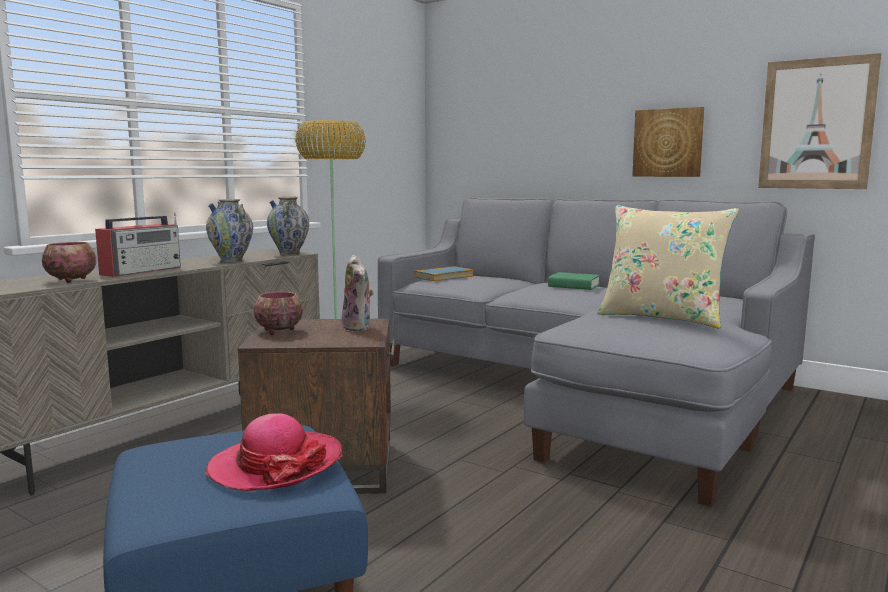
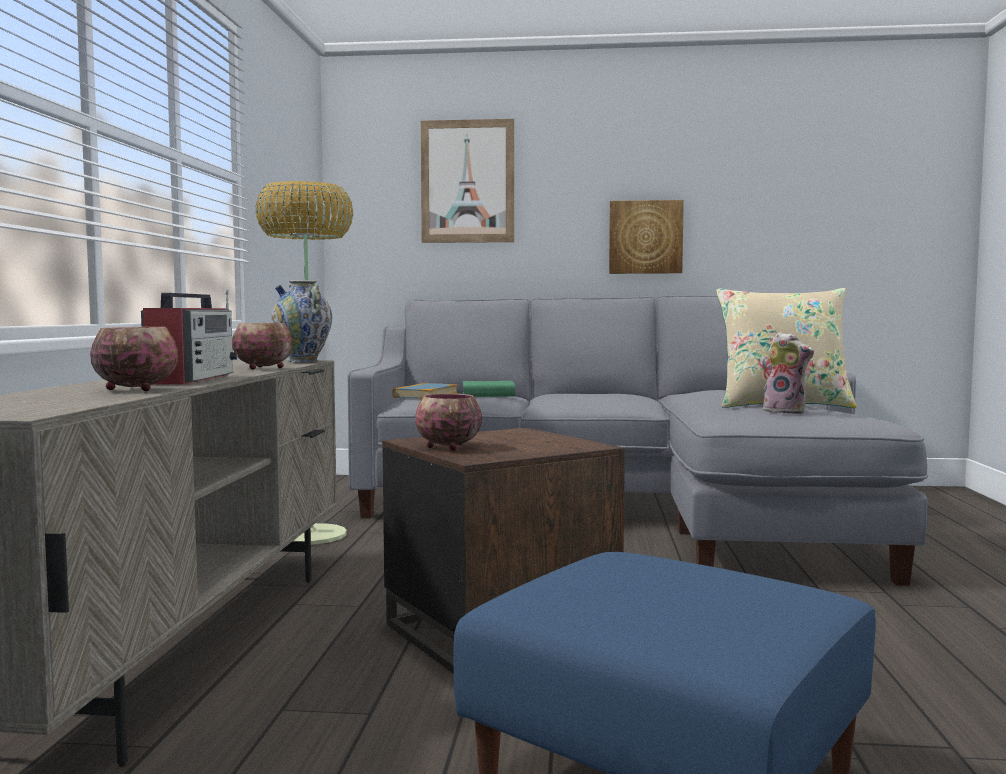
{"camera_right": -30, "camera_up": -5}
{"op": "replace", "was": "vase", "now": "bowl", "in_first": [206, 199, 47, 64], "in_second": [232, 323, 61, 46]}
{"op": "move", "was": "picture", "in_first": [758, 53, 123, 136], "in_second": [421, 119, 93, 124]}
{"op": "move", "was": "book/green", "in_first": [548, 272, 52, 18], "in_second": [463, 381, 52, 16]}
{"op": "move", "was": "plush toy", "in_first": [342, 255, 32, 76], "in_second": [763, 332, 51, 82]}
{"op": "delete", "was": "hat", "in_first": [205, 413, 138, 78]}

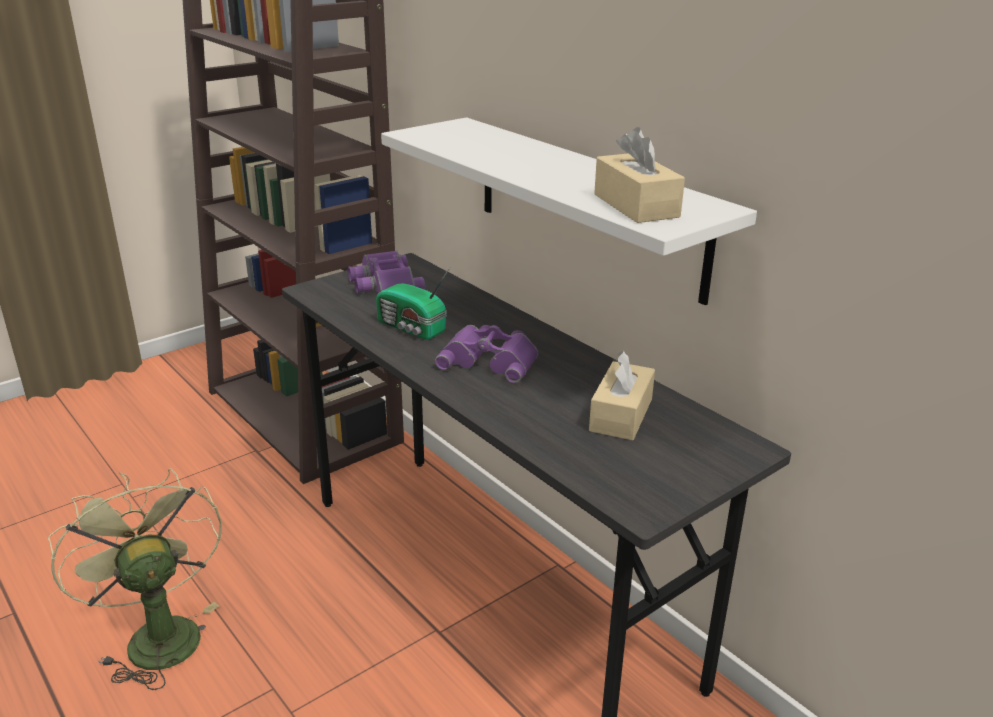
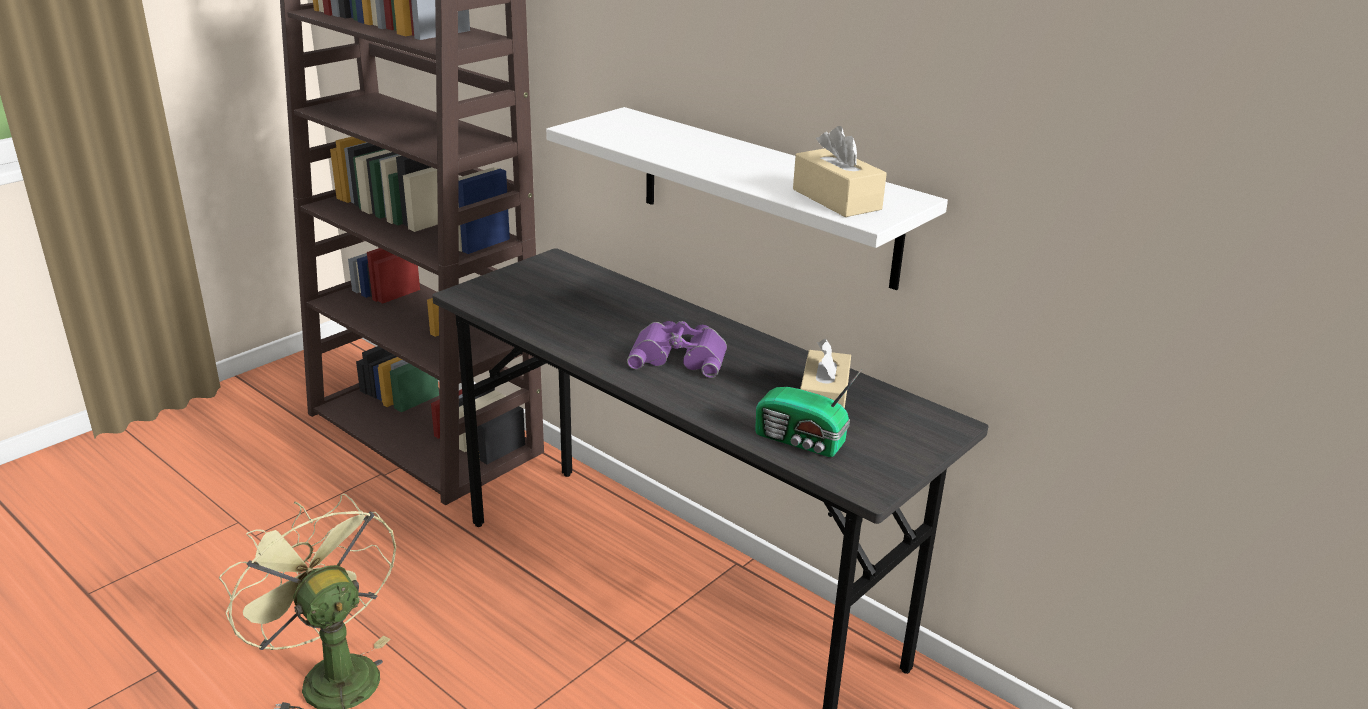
{"camera_right": -10, "camera_up": 0}
{"op": "move", "was": "radio", "in_first": [376, 268, 74, 72], "in_second": [755, 369, 107, 88]}
{"op": "delete", "was": "binoculars/purple", "in_first": [348, 251, 77, 42]}

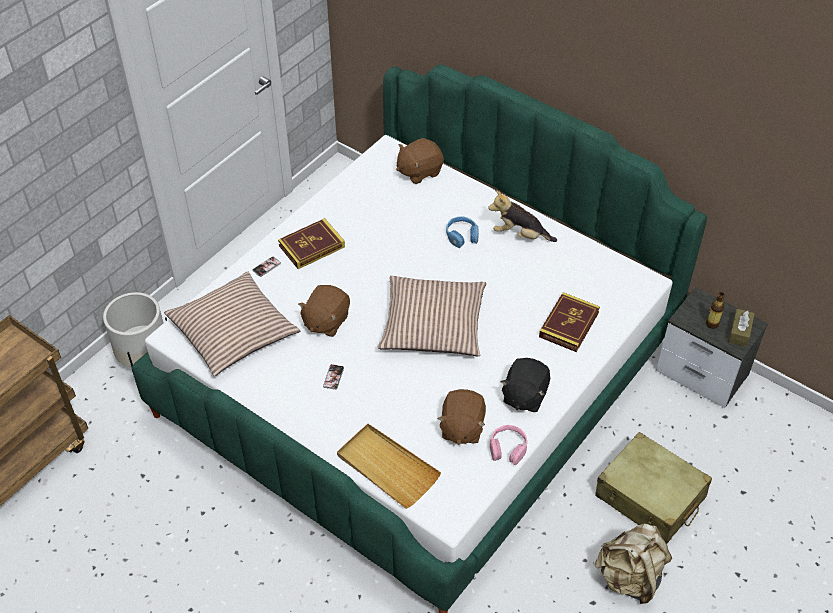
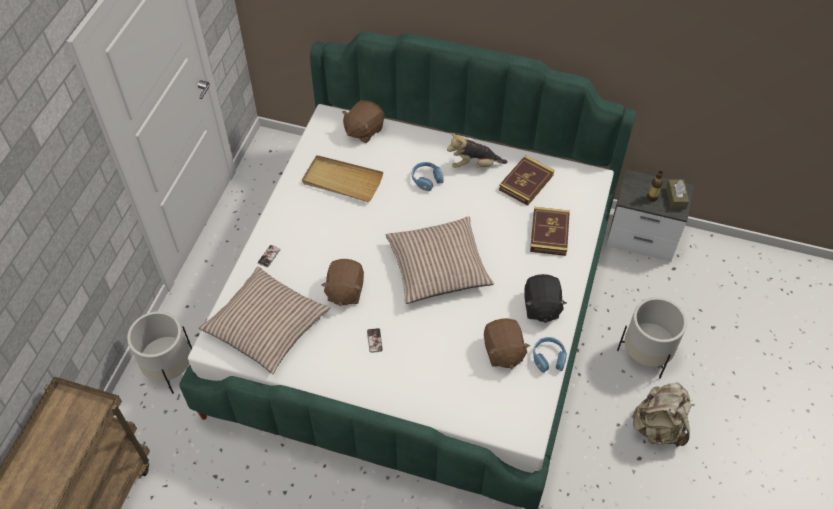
{"camera_right": -20, "camera_up": 5}
{"op": "move", "was": "tray/beige", "in_first": [337, 424, 104, 85], "in_second": [302, 155, 81, 47]}
{"op": "move", "was": "book", "in_first": [278, 218, 67, 51], "in_second": [499, 155, 55, 51]}
{"op": "recolor", "was": "headphones/pink", "now": "headphones/blue", "in_first": [490, 425, 37, 40], "in_second": [533, 337, 34, 36]}
{"op": "replace", "was": "suitcase/beige", "now": "planter/white", "in_first": [595, 432, 117, 112], "in_second": [617, 297, 70, 82]}

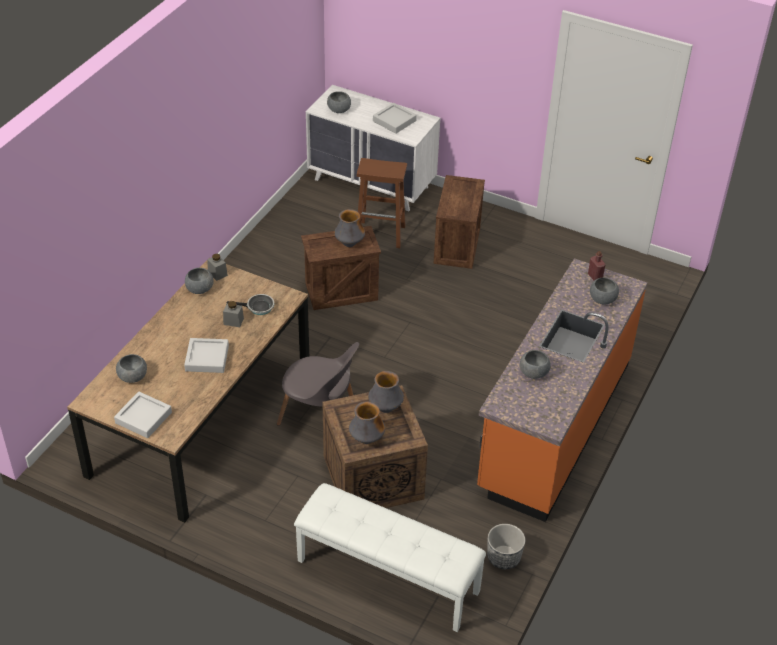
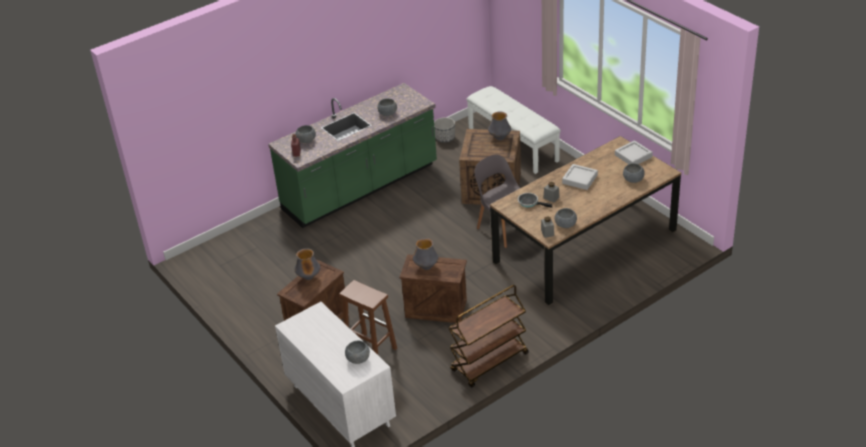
{"camera_right": -150, "camera_up": -5}
{"op": "recolor", "was": "counter/orange", "now": "counter/green", "in_first": [477, 258, 170, 264], "in_second": [268, 83, 169, 145]}
{"op": "move", "was": "vase", "in_first": [368, 371, 36, 42], "in_second": [294, 248, 26, 32]}
{"op": "insert", "now": "cart/brown", "in_second": [448, 285, 81, 103]}
{"op": "delete", "was": "tray/grey", "in_first": [373, 103, 44, 31]}

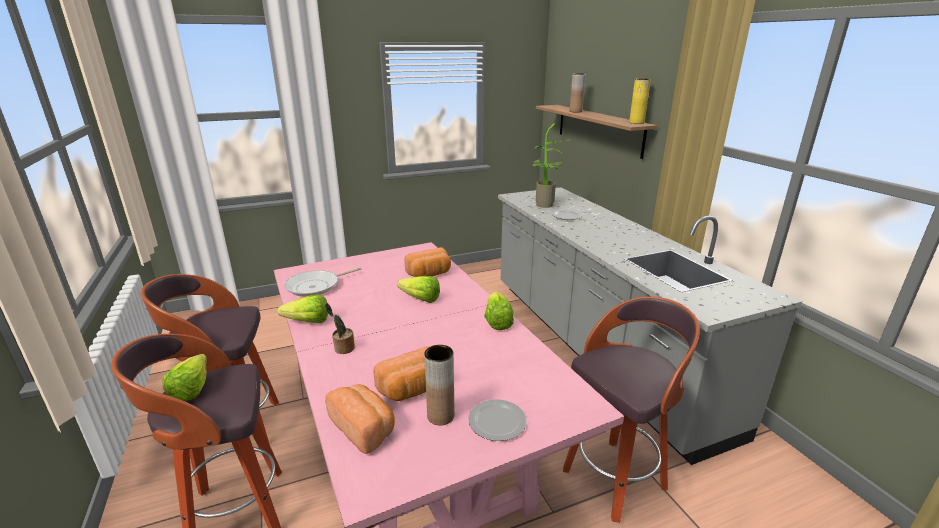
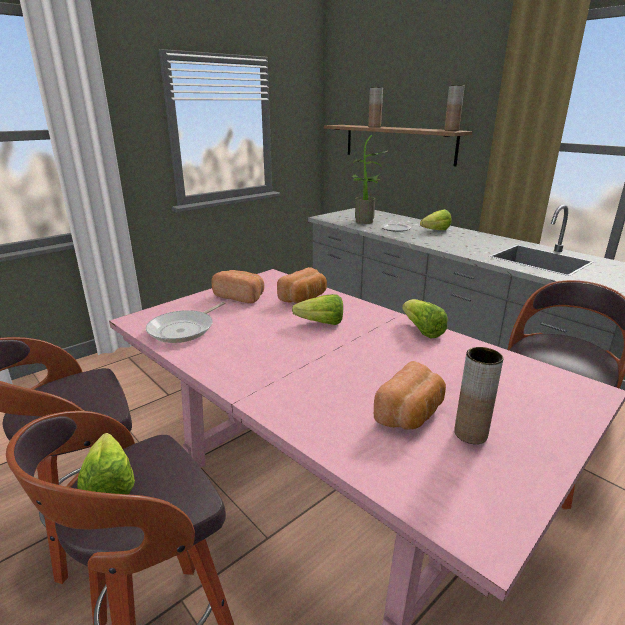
{"camera_right": -20, "camera_up": 0}
{"op": "move", "was": "bread", "in_first": [325, 384, 70, 70], "in_second": [211, 270, 53, 33]}
{"op": "move", "was": "lettuce", "in_first": [278, 295, 50, 28], "in_second": [420, 209, 32, 21]}
{"op": "recolor", "was": "vase/yellow", "now": "vase/brown", "in_first": [629, 79, 22, 45], "in_second": [444, 85, 21, 46]}
{"op": "delete", "was": "potted plant", "in_first": [325, 303, 30, 51]}
{"op": "delete", "was": "plate", "in_first": [468, 399, 59, 42]}

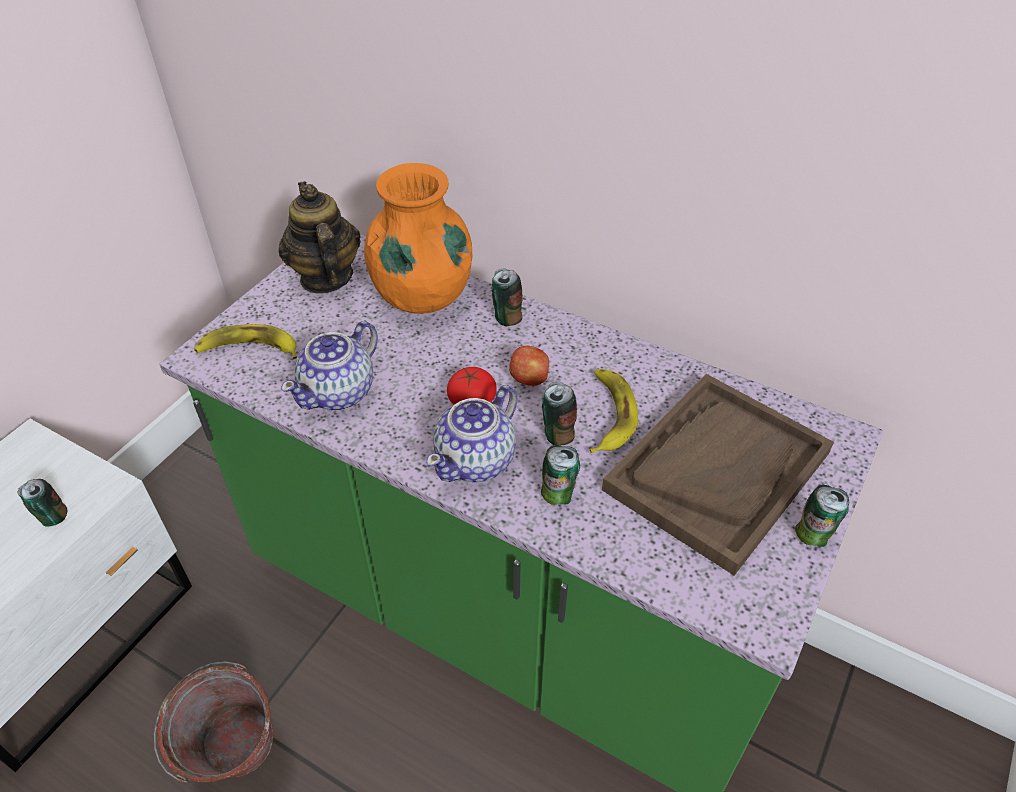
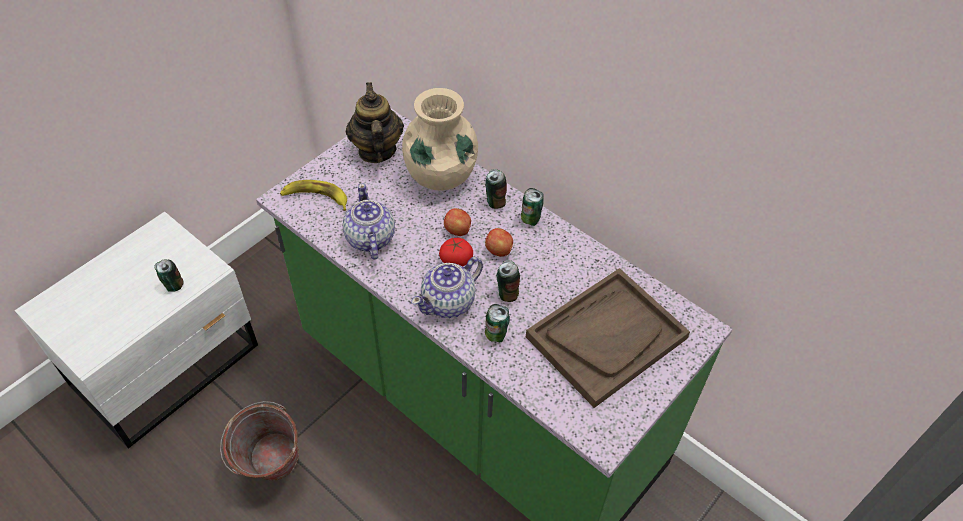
{"camera_right": 10, "camera_up": 5}
{"op": "rotate", "was": "teapot", "in_first": [281, 321, 97, 89], "in_second": [343, 183, 52, 77], "clockwise": 120}
{"op": "recolor", "was": "vase/orange", "now": "vase/beige", "in_first": [364, 163, 108, 151], "in_second": [402, 88, 76, 102]}
{"op": "insert", "now": "apple", "in_second": [444, 208, 27, 28]}
{"op": "move", "was": "can", "in_first": [795, 485, 54, 62], "in_second": [521, 188, 23, 38]}
{"op": "delete", "was": "banana", "in_first": [590, 369, 48, 84]}

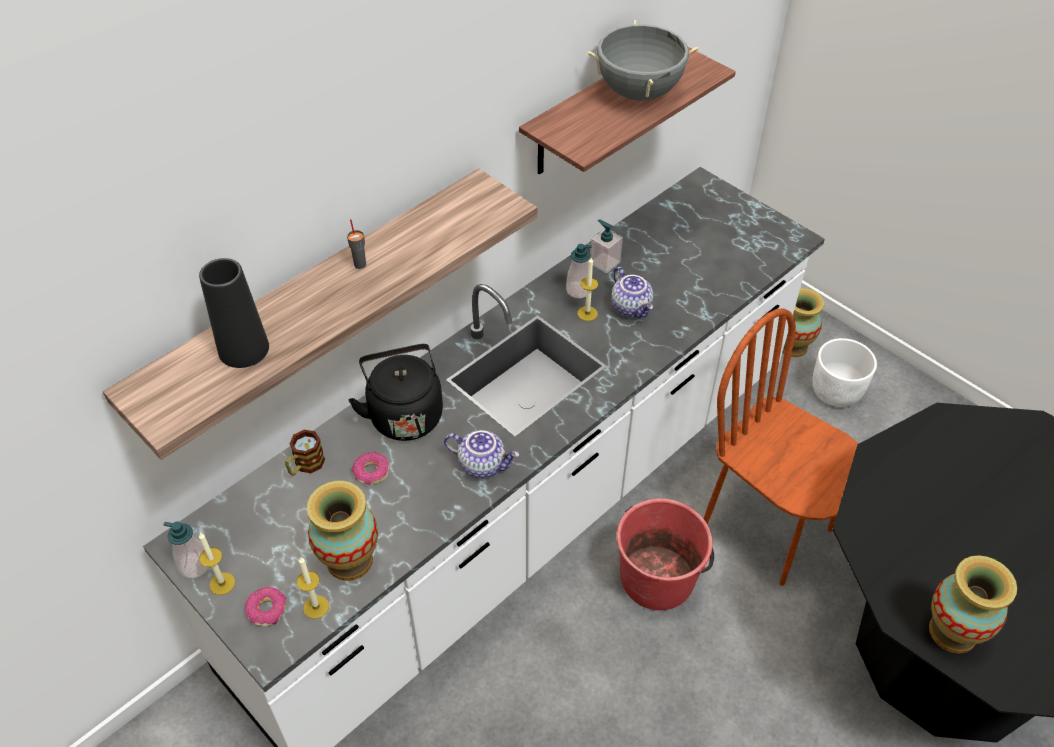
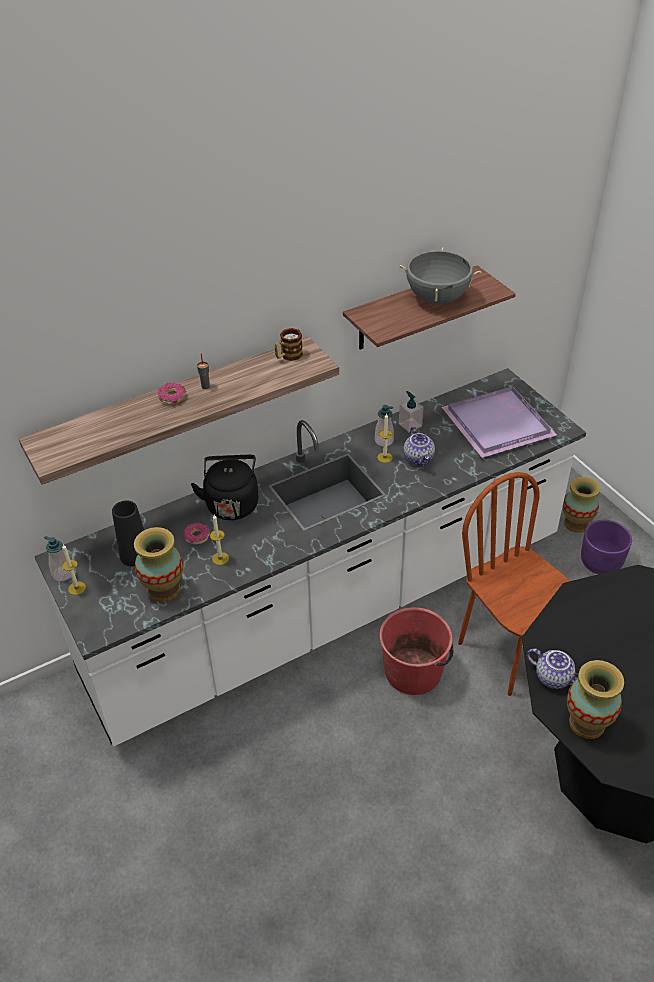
{"camera_right": 15, "camera_up": -5}
{"op": "move", "was": "vase/black", "in_first": [199, 258, 70, 110], "in_second": [112, 501, 32, 66]}
{"op": "move", "was": "donut", "in_first": [245, 587, 41, 39], "in_second": [158, 383, 28, 22]}
{"op": "move", "was": "candle", "in_first": [297, 557, 32, 62], "in_second": [210, 515, 19, 50]}
{"op": "move", "was": "mug", "in_first": [285, 430, 40, 45], "in_second": [274, 328, 29, 33]}
{"op": "insert", "now": "tray/purple", "in_second": [442, 387, 115, 71]}
{"op": "move", "was": "teapot", "in_first": [444, 430, 75, 48], "in_second": [527, 648, 52, 41]}
{"op": "recolor", "was": "planter/white", "now": "planter/purple", "in_first": [812, 338, 65, 69], "in_second": [581, 520, 51, 54]}

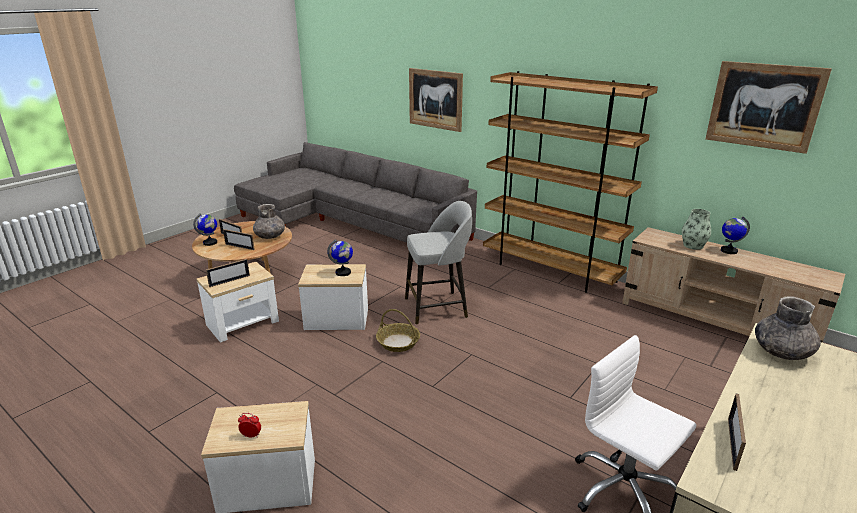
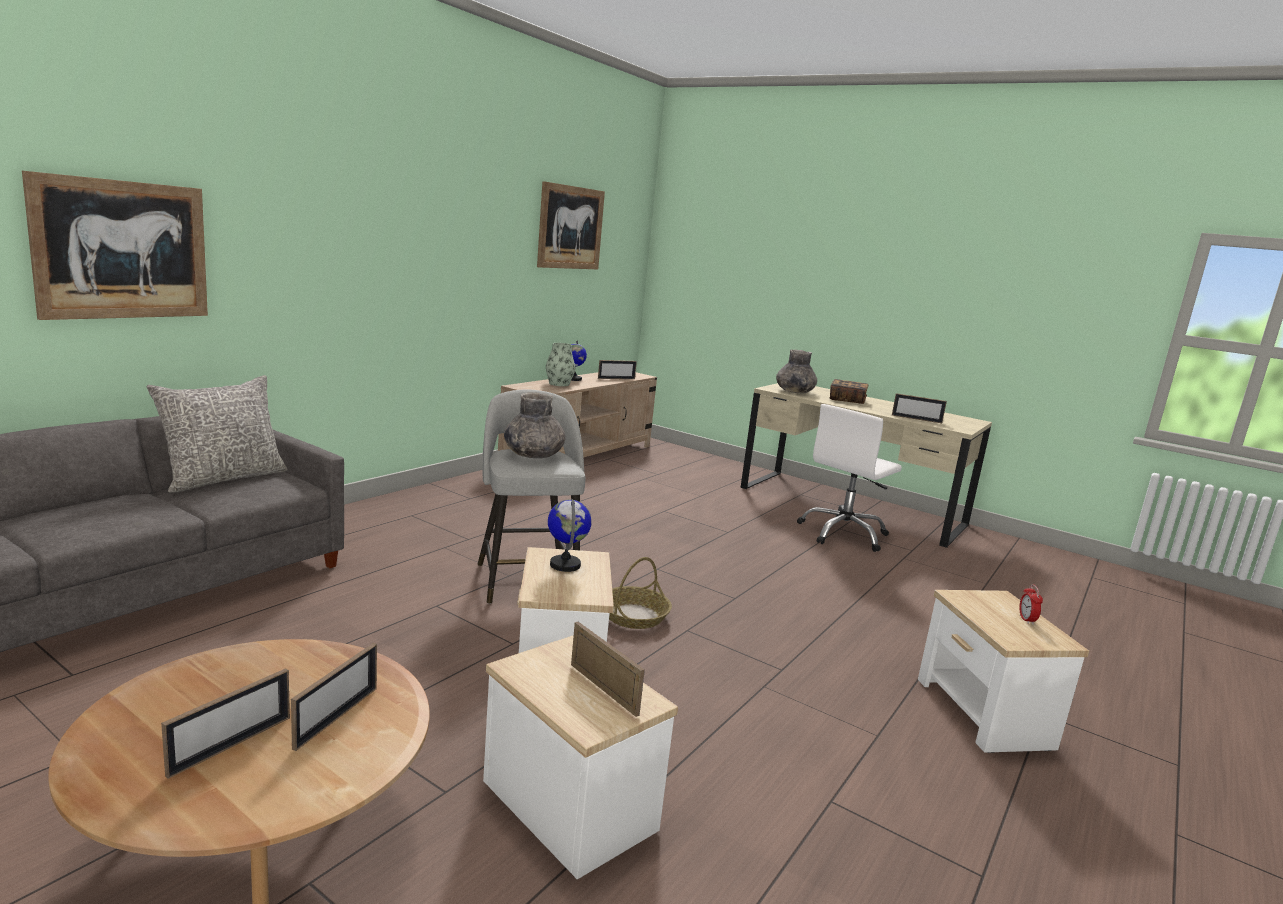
{"camera_right": -95, "camera_up": -10}
{"op": "insert", "now": "pillow/grey", "in_second": [146, 375, 142, 118]}
{"op": "move", "was": "vase/grey", "in_first": [253, 204, 32, 35], "in_second": [504, 392, 62, 66]}
{"op": "insert", "now": "picture frame", "in_second": [598, 360, 39, 19]}
{"op": "insert", "now": "book", "in_second": [830, 379, 38, 25]}
{"op": "delete", "was": "globe", "in_first": [193, 213, 24, 33]}
{"op": "delete", "was": "bookcase/brown", "in_first": [483, 71, 175, 222]}

